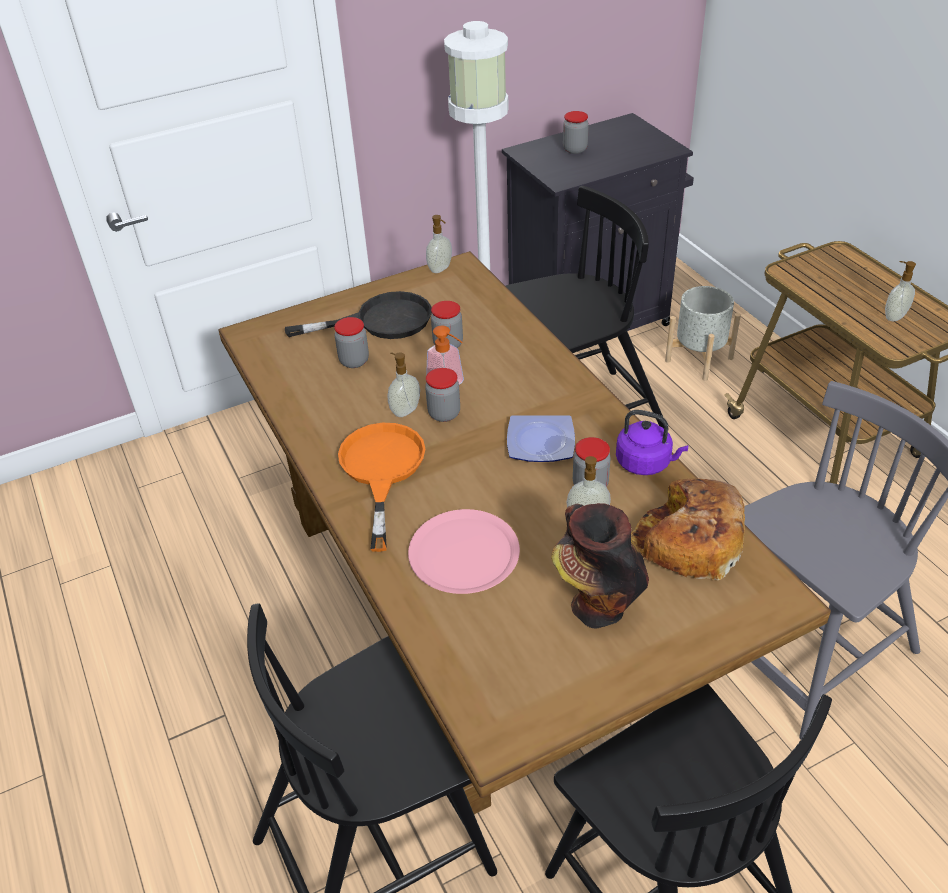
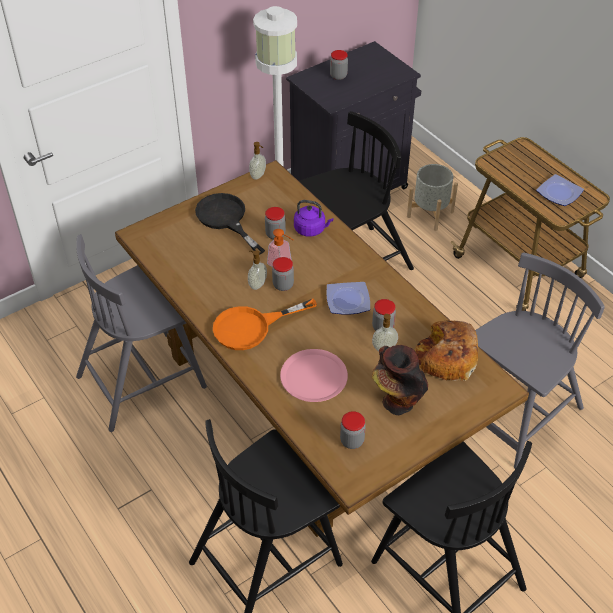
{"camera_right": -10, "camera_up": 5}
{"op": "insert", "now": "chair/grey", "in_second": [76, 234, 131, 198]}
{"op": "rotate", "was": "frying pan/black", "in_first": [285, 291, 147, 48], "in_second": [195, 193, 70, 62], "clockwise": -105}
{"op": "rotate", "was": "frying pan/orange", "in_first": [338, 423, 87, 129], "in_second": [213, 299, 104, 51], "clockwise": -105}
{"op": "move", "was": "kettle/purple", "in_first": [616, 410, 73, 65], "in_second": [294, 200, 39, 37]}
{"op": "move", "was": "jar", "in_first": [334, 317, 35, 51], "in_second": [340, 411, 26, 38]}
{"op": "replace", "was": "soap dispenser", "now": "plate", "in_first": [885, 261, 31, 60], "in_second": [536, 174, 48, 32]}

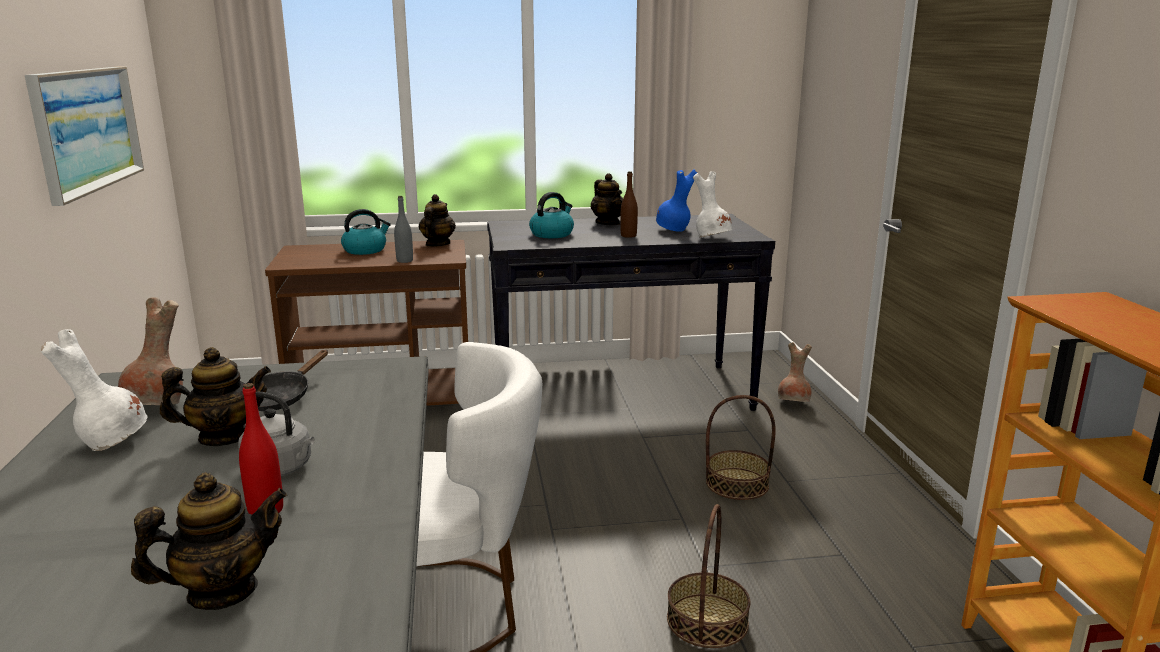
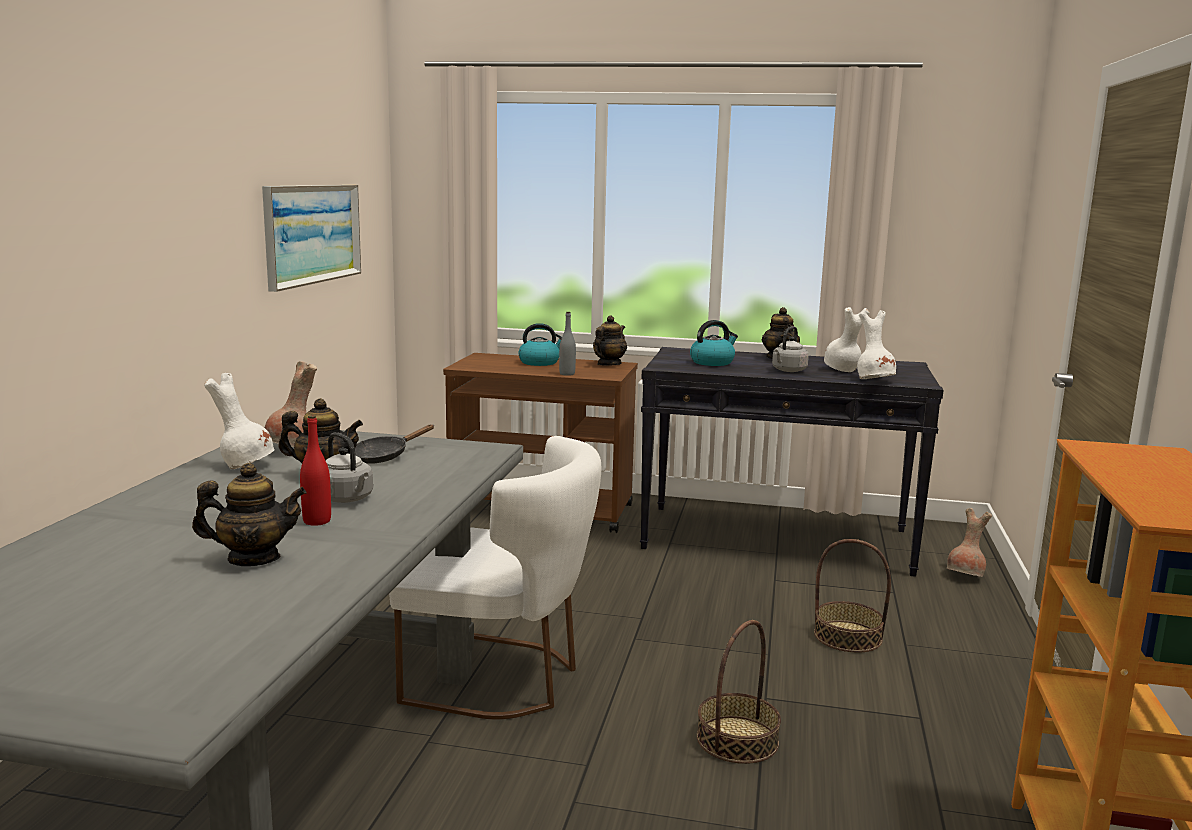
{"camera_right": 20, "camera_up": -5}
{"op": "replace", "was": "bottle/brown", "now": "kettle/grey", "in_first": [621, 171, 17, 67], "in_second": [772, 326, 37, 46]}
{"op": "recolor", "was": "vase/blue", "now": "vase/white", "in_first": [656, 169, 42, 63], "in_second": [824, 307, 46, 65]}

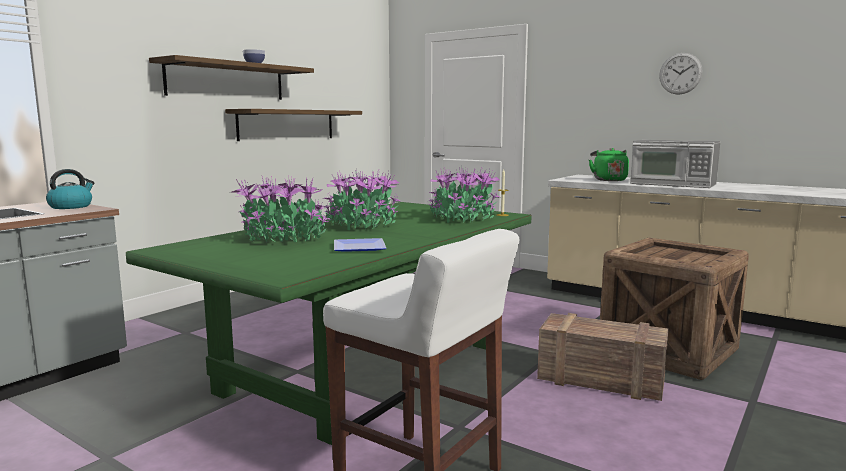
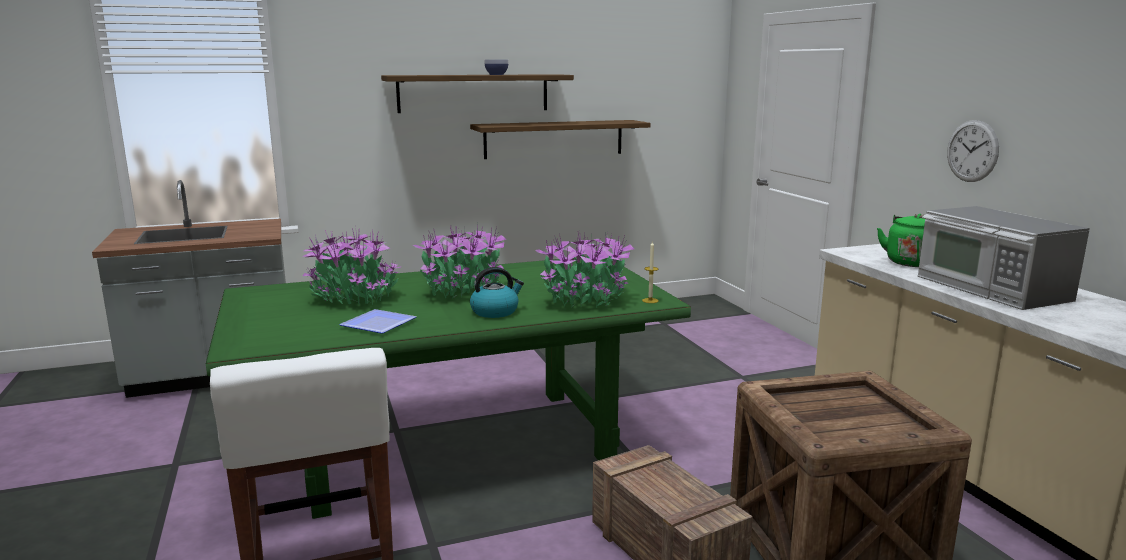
{"camera_right": 35, "camera_up": 5}
{"op": "move", "was": "kettle", "in_first": [46, 169, 48, 40], "in_second": [470, 267, 54, 51]}
{"op": "move", "was": "wall clock", "in_first": [659, 53, 44, 42], "in_second": [947, 120, 52, 62]}

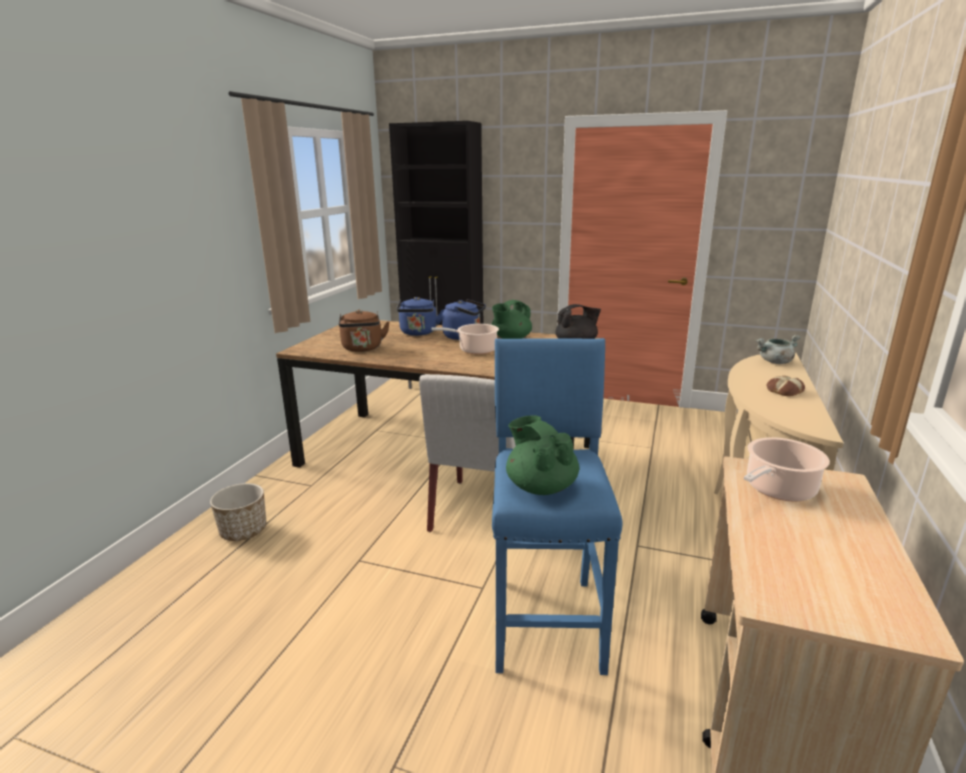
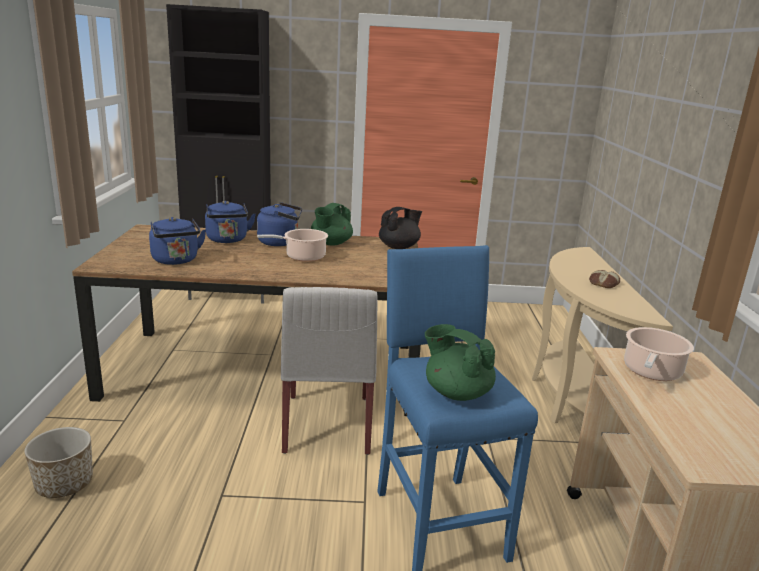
{"camera_right": -20, "camera_up": 0}
{"op": "recolor", "was": "kettle/brown", "now": "kettle/blue", "in_first": [339, 310, 51, 42], "in_second": [149, 217, 57, 48]}
{"op": "delete", "was": "cooking pot/grey", "in_first": [756, 335, 45, 29]}

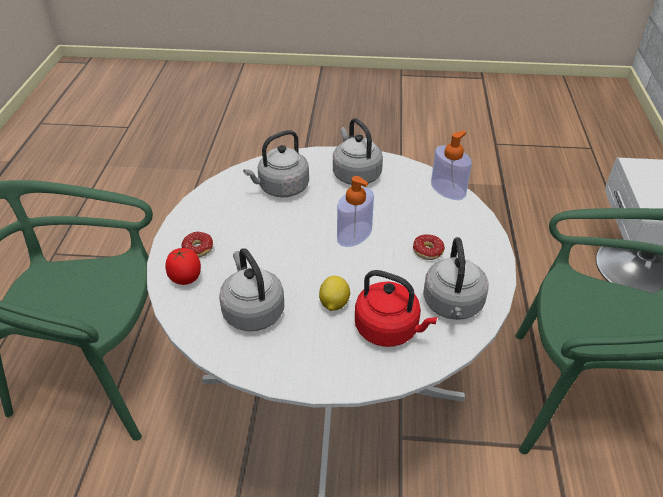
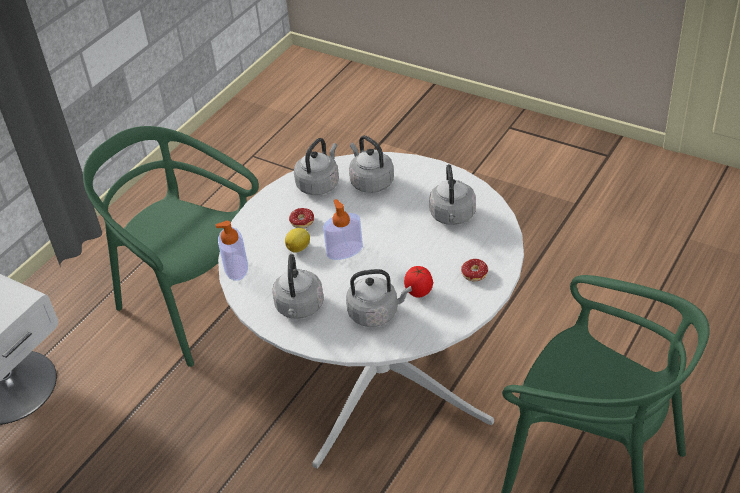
{"camera_right": -150, "camera_up": 0}
{"op": "move", "was": "lemon", "in_first": [319, 276, 31, 35], "in_second": [285, 228, 25, 25]}
{"op": "recolor", "was": "kettle/red", "now": "kettle/grey", "in_first": [355, 270, 82, 77], "in_second": [349, 135, 45, 58]}
{"op": "move", "was": "tomato", "in_first": [165, 248, 36, 37], "in_second": [404, 266, 29, 32]}

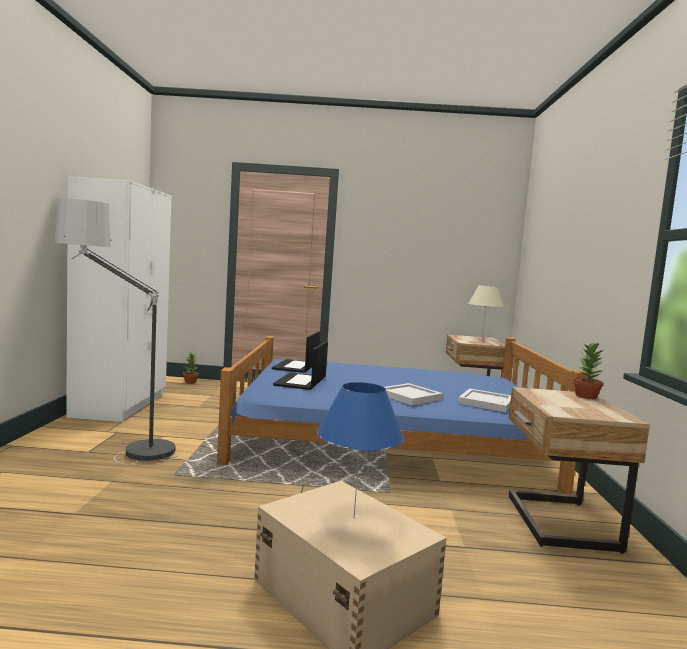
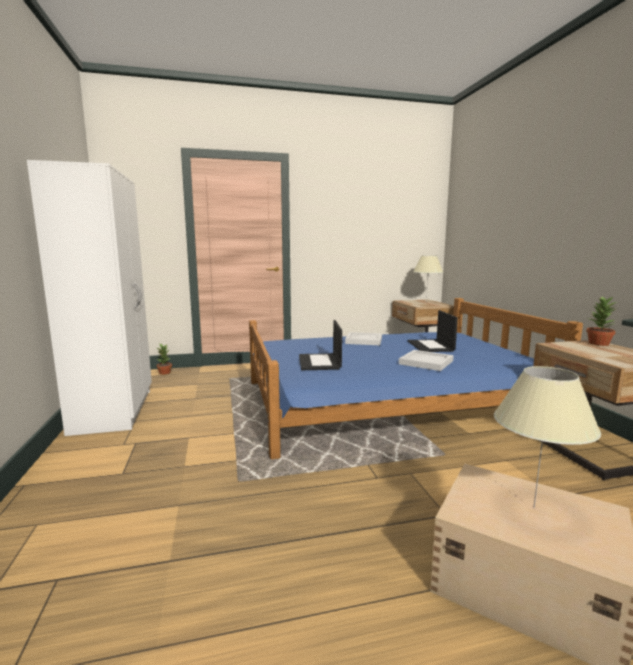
{"camera_right": -15, "camera_up": 5}
{"op": "move", "was": "tray/white", "in_first": [458, 389, 53, 23], "in_second": [345, 332, 37, 13]}
{"op": "move", "was": "laptop", "in_first": [272, 331, 48, 42], "in_second": [408, 310, 50, 42]}
{"op": "recolor", "was": "table lamp/blue", "now": "table lamp/beige", "in_first": [317, 382, 87, 137], "in_second": [494, 366, 107, 142]}
{"op": "delete", "was": "floor lamp", "in_first": [55, 198, 123, 267]}

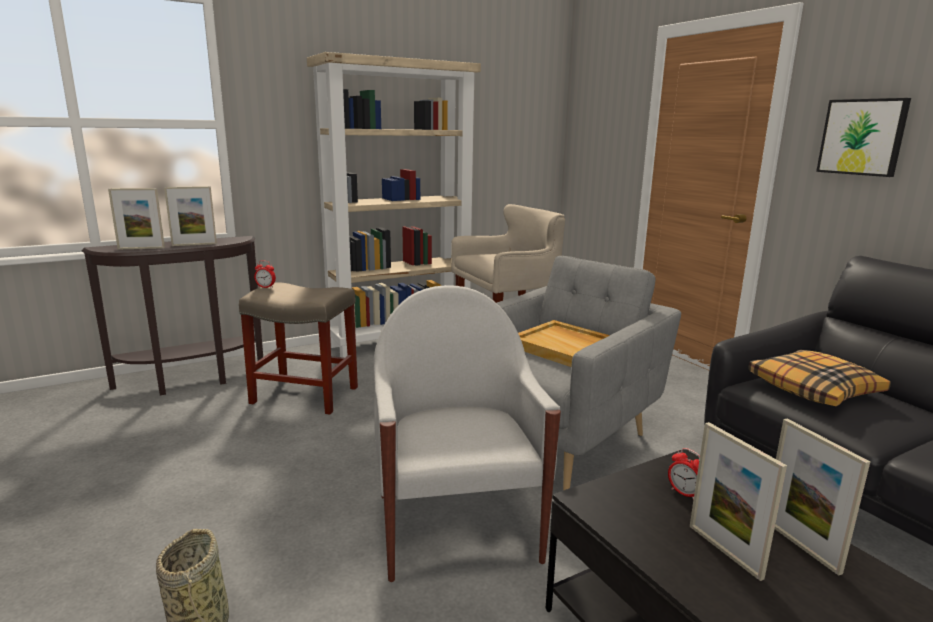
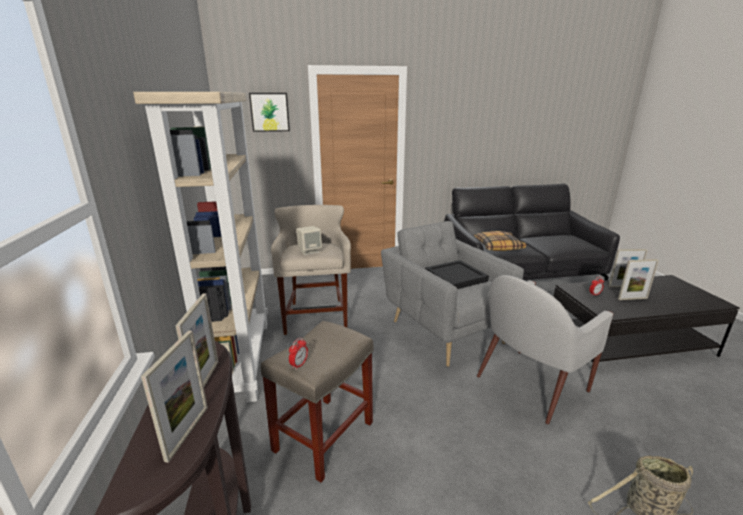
{"camera_right": -70, "camera_up": 5}
{"op": "move", "was": "picture", "in_first": [816, 98, 95, 79], "in_second": [249, 93, 41, 39]}
{"op": "insert", "now": "speaker/beige", "in_second": [296, 226, 26, 29]}
{"op": "recolor", "was": "tray/beige", "now": "tray/black", "in_first": [518, 320, 92, 47], "in_second": [425, 260, 64, 29]}
{"op": "rotate", "was": "armchair/white", "in_first": [374, 285, 187, 297], "in_second": [477, 275, 137, 149], "clockwise": -45}

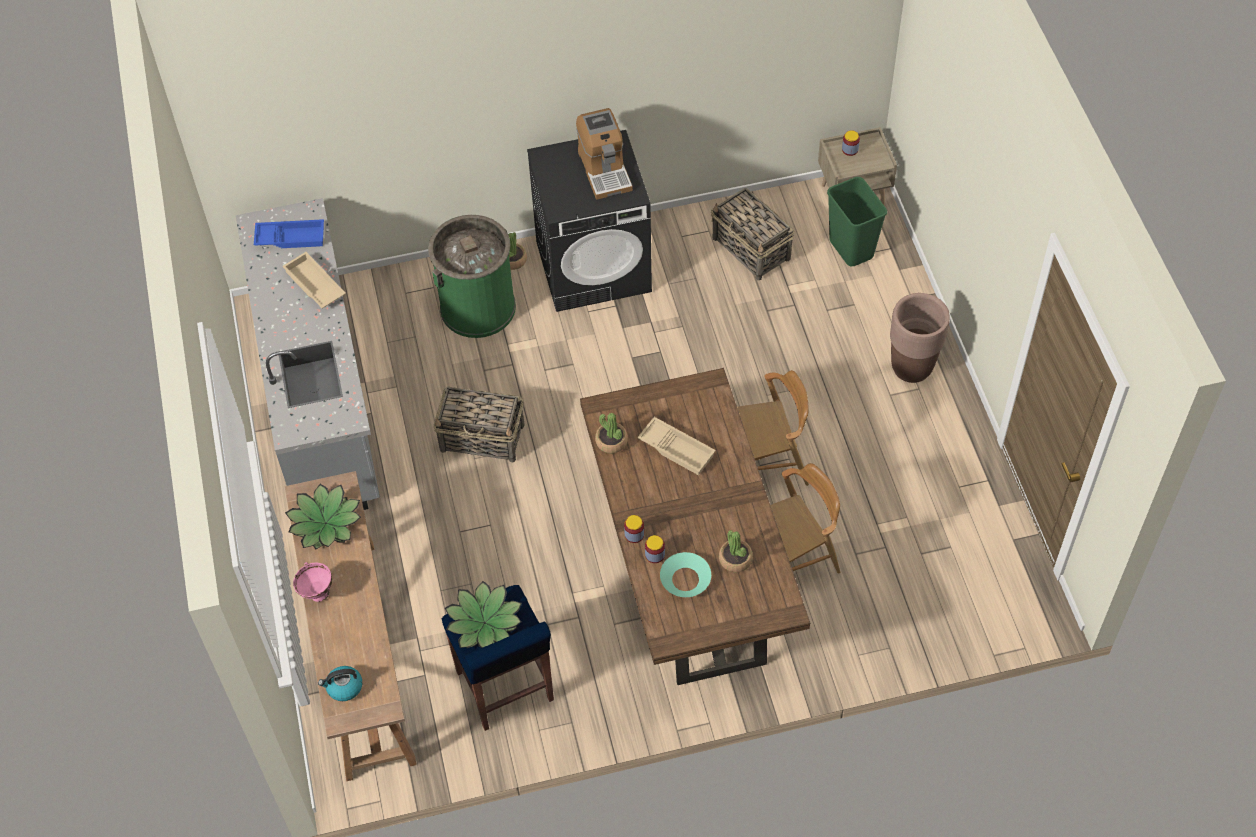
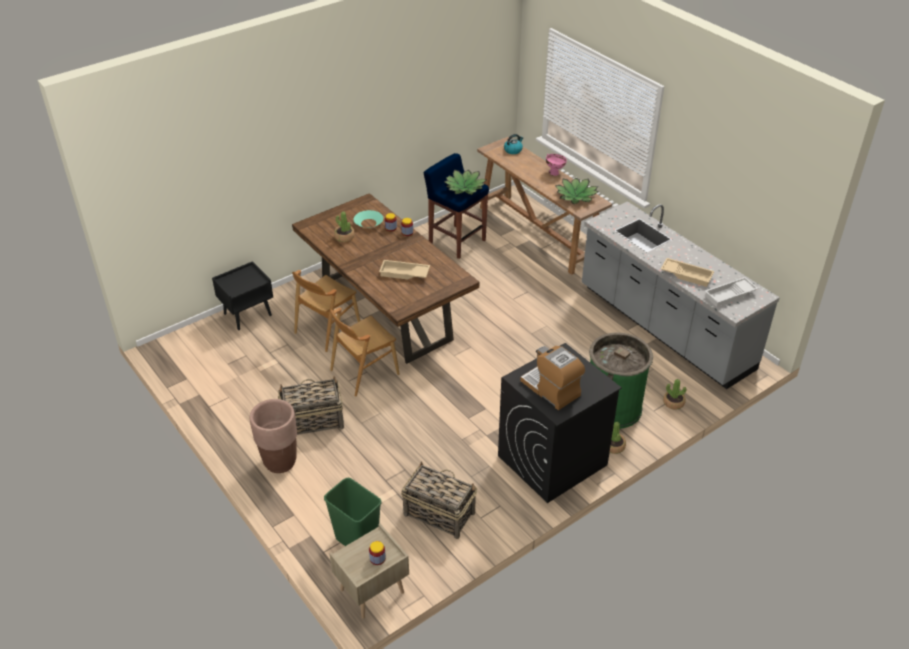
{"camera_right": 155, "camera_up": -15}
{"op": "insert", "now": "nightstand/black", "in_second": [212, 261, 61, 69]}
{"op": "move", "was": "basket", "in_first": [433, 386, 91, 77], "in_second": [278, 376, 66, 59]}
{"op": "move", "was": "potted plant", "in_first": [595, 413, 33, 40], "in_second": [663, 379, 24, 31]}
{"op": "recolor", "was": "tray/blue", "now": "tray/white", "in_first": [254, 219, 70, 29], "in_second": [705, 277, 53, 30]}

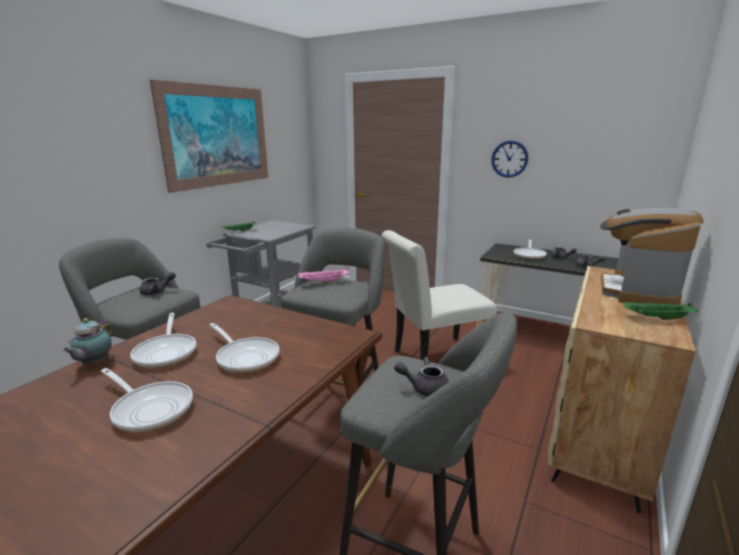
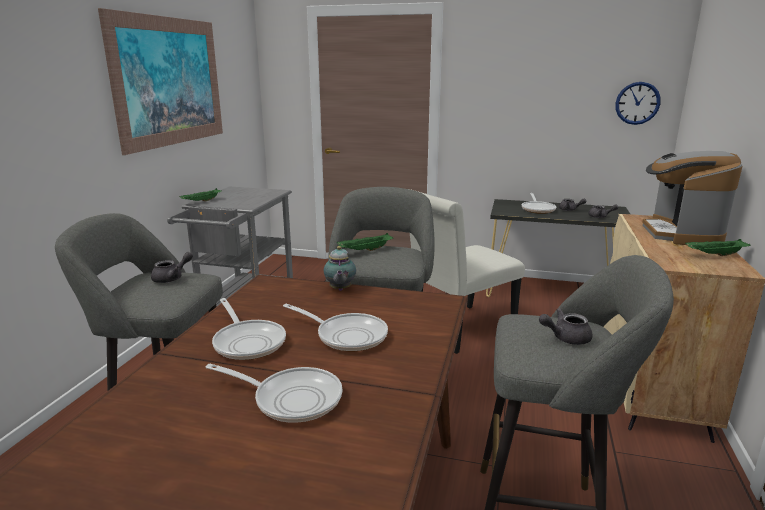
{"camera_right": -15, "camera_up": 0}
{"op": "move", "was": "teapot", "in_first": [62, 318, 50, 47], "in_second": [324, 246, 32, 45]}
{"op": "recolor", "was": "tray/pink", "now": "tray/green", "in_first": [298, 268, 51, 15], "in_second": [337, 233, 56, 18]}
{"op": "move", "was": "wall clock", "in_first": [491, 140, 37, 38], "in_second": [615, 82, 46, 43]}

